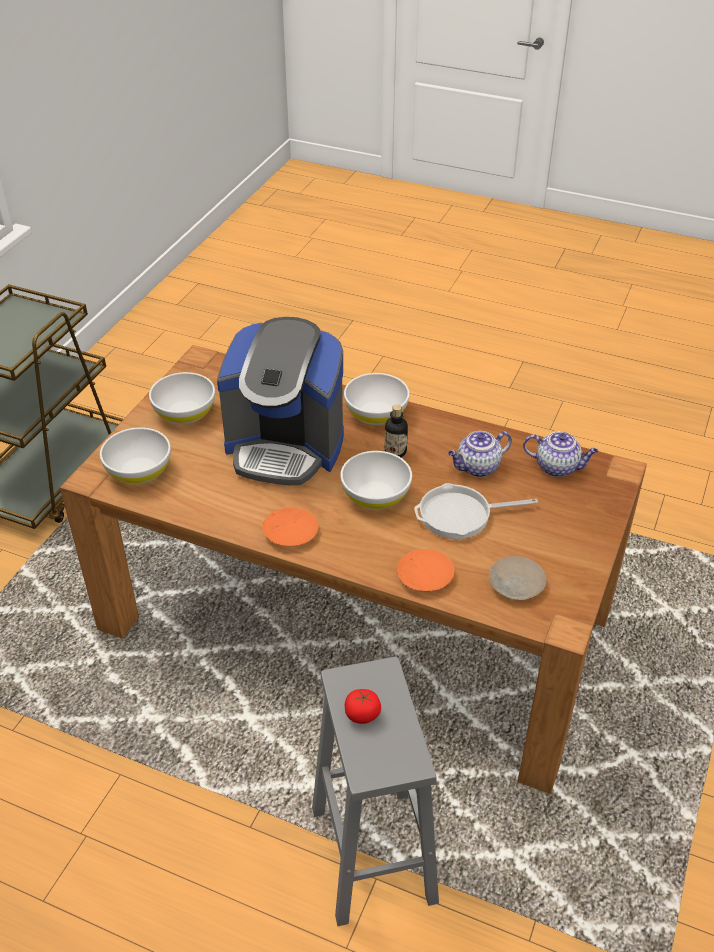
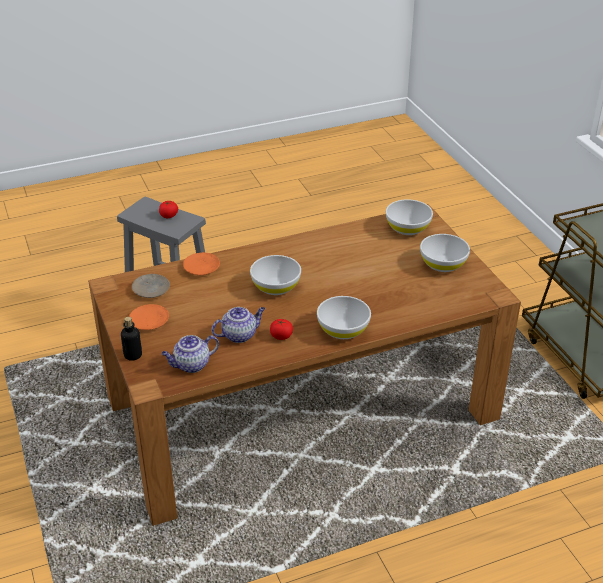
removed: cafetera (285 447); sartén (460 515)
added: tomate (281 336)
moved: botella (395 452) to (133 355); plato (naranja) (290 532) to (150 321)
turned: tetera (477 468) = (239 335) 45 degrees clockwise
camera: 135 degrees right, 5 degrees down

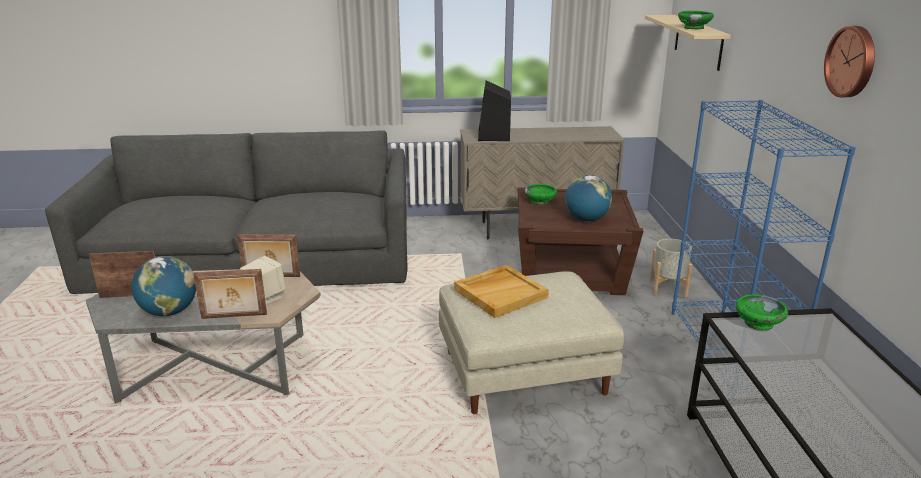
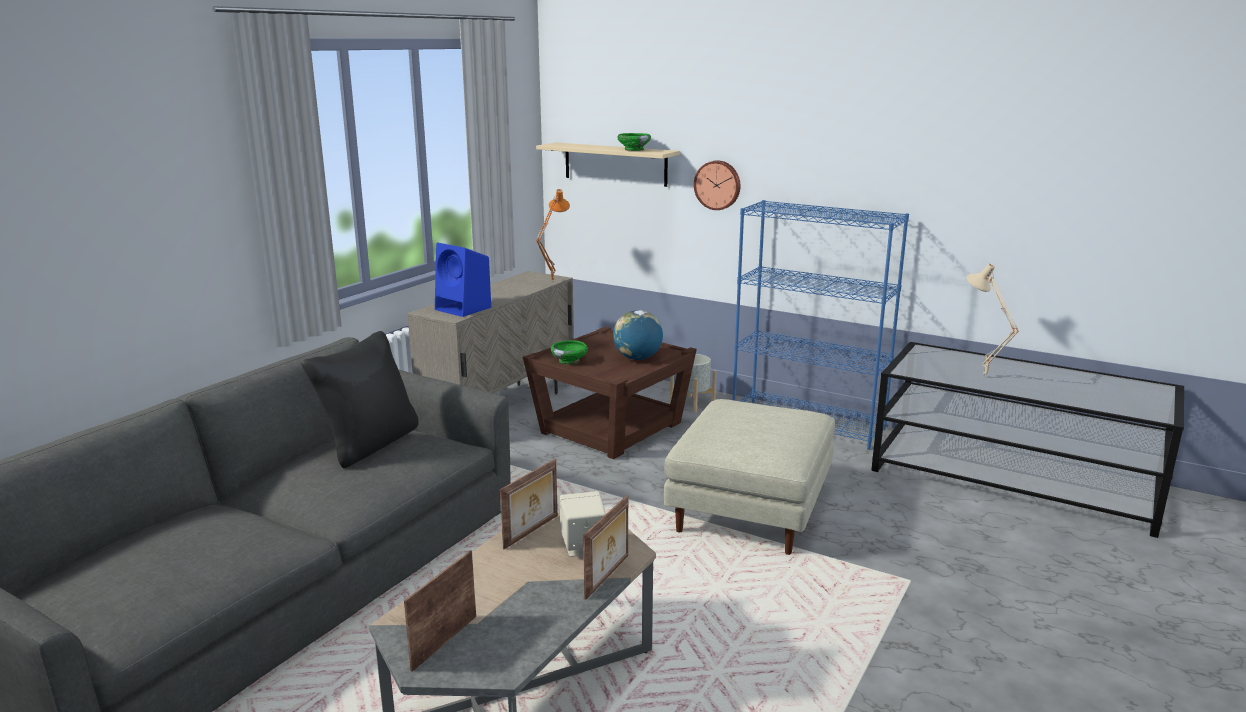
removed: globo terráqueo (169 312); bandeja (beis) (500 293); cuenco (verde) (758 323)
added: cojín (negro) (369 444); lámpara de mesa (naranja) (551 281); lámpara de mesa (beis) (982 377)
moved: reloj de pared (852 62) to (718 185)
recoloured: altavoz (negro) (494 137) to altavoz (azul) (464 309)
camera: 55 degrees left, 5 degrees down

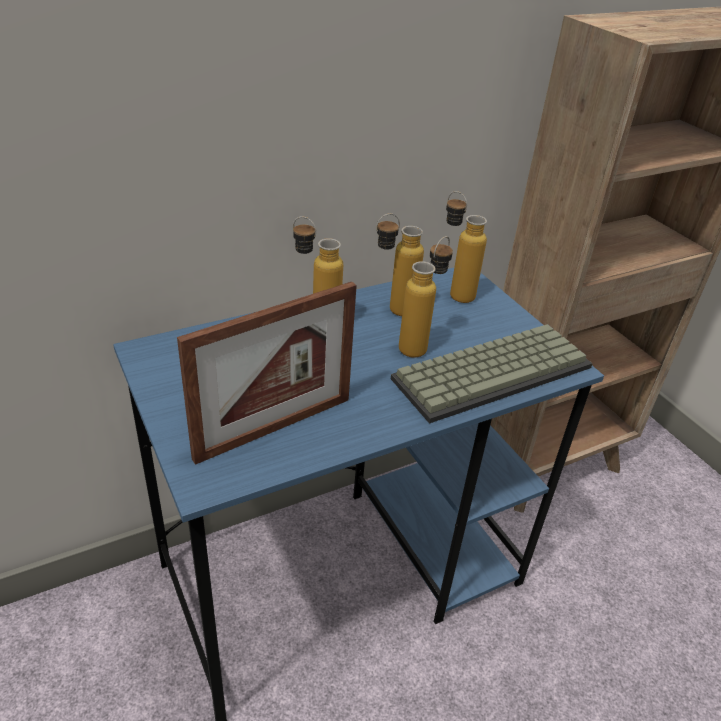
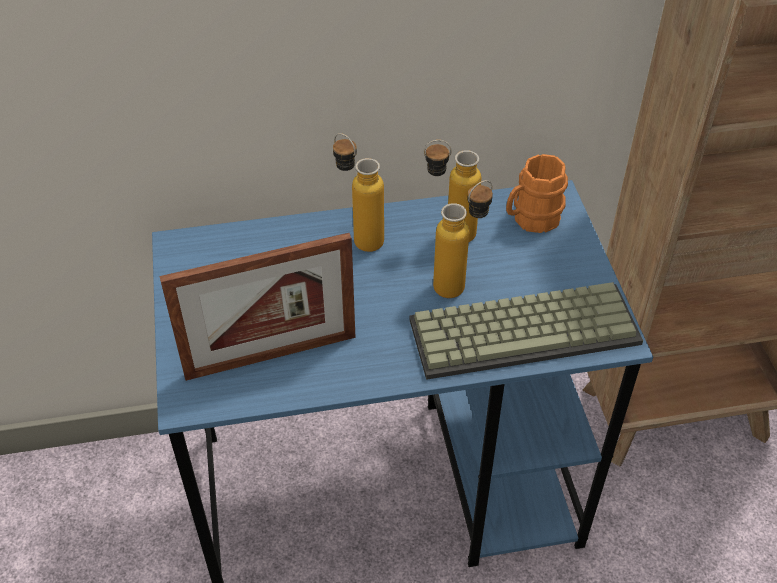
replaced: botella (453 292) to taza grande (naranja) (531 219)
camera: 20 degrees right, 10 degrees up

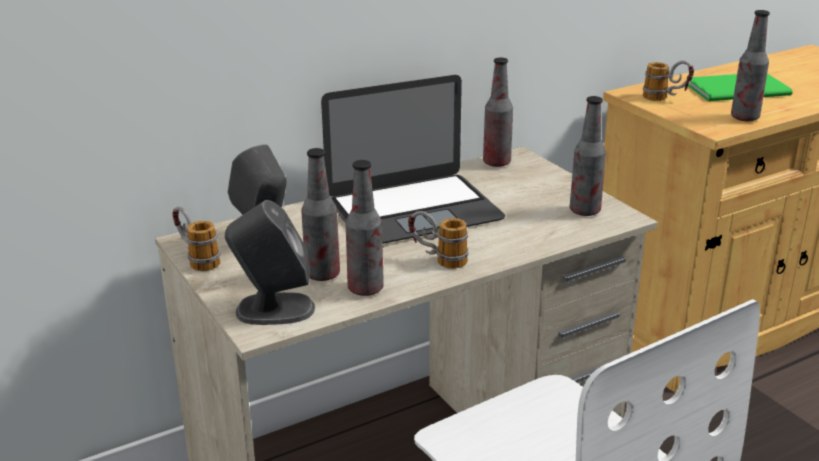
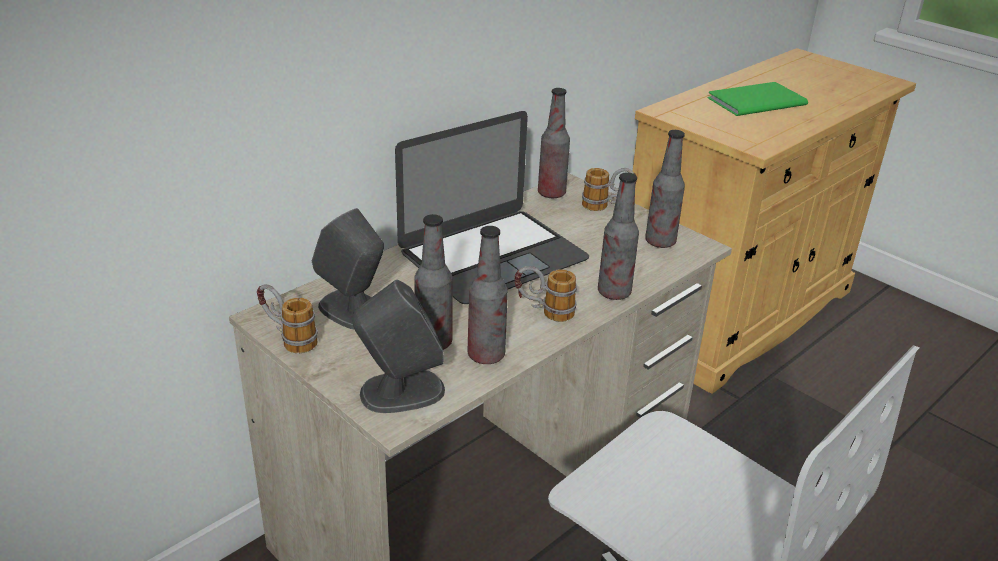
moved: taza grande (665 98) to (606 207); botella (744 117) to (614 293)
camera: 15 degrees left, 5 degrees up

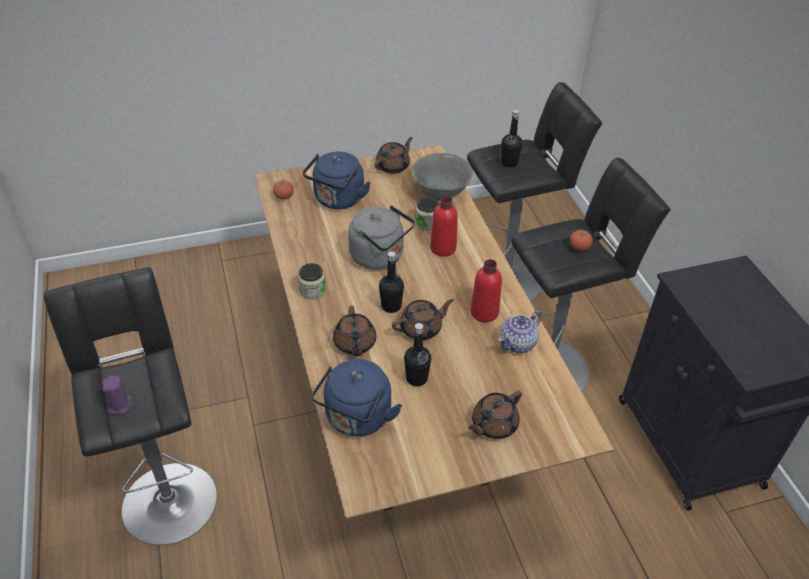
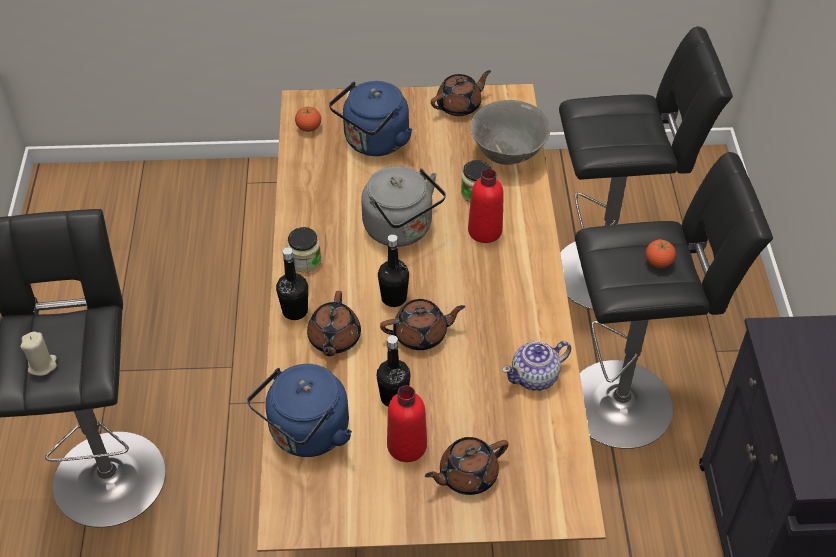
moved: botella (negro) (509 163) to (295 311); botella (rojo) (484 312) to (407 446)
recoloured: vela (morado) (120 405) to vela (beis) (42 365)
camera: 15 degrees right, 5 degrees up

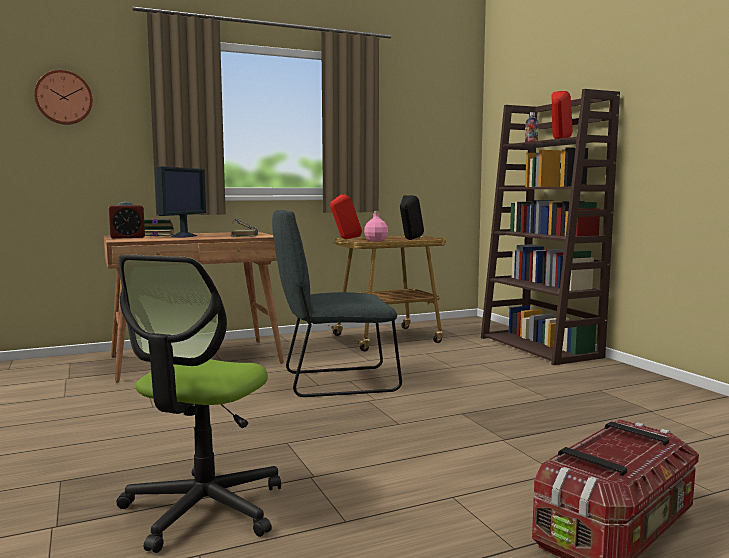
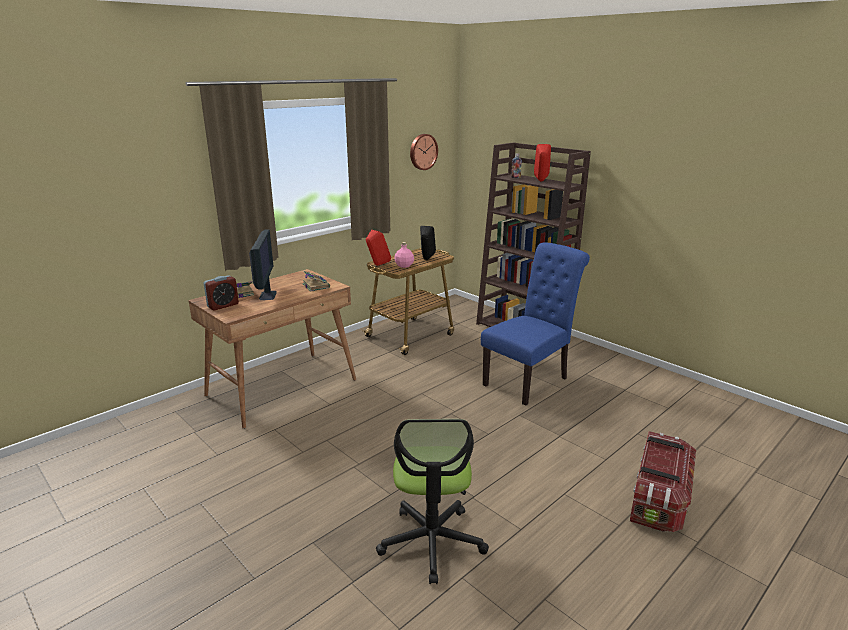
removed: silla (gris) (335 382)
added: silla (azul) (529 380)
moved: reloj de pared (64 98) to (422 151)
camera: 20 degrees left, 15 degrees up

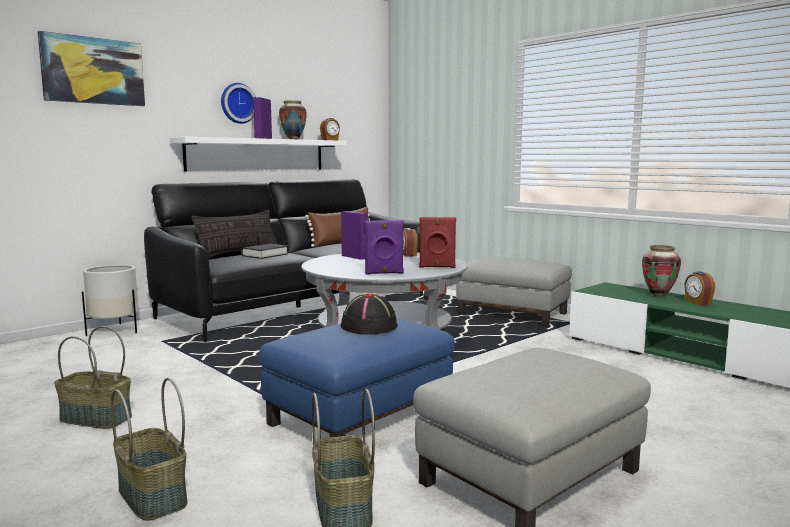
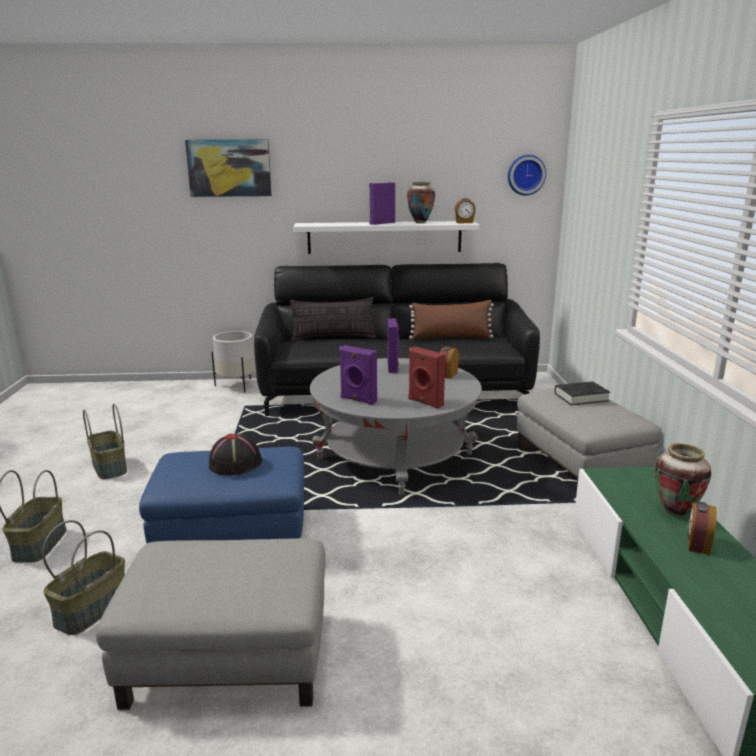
moved: reloj de pared (237 103) to (525 175); libro (negro) (265 255) to (581 397)
camera: 40 degrees right, 10 degrees up

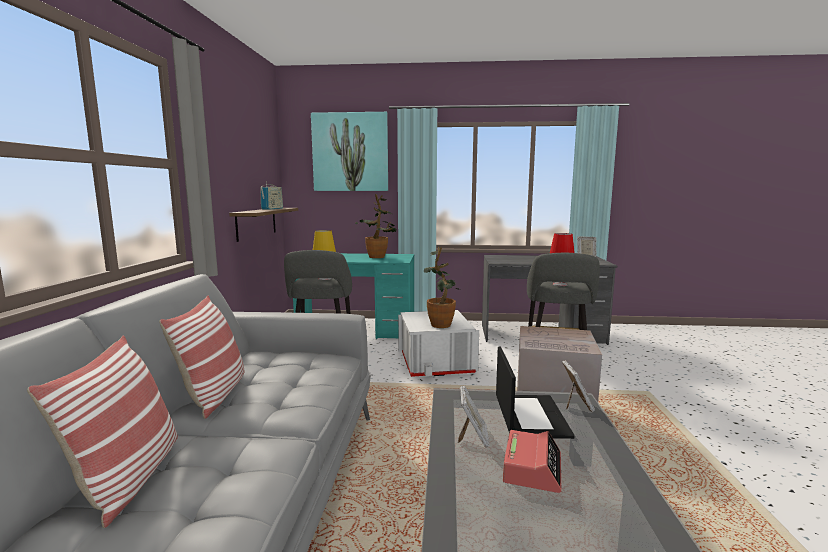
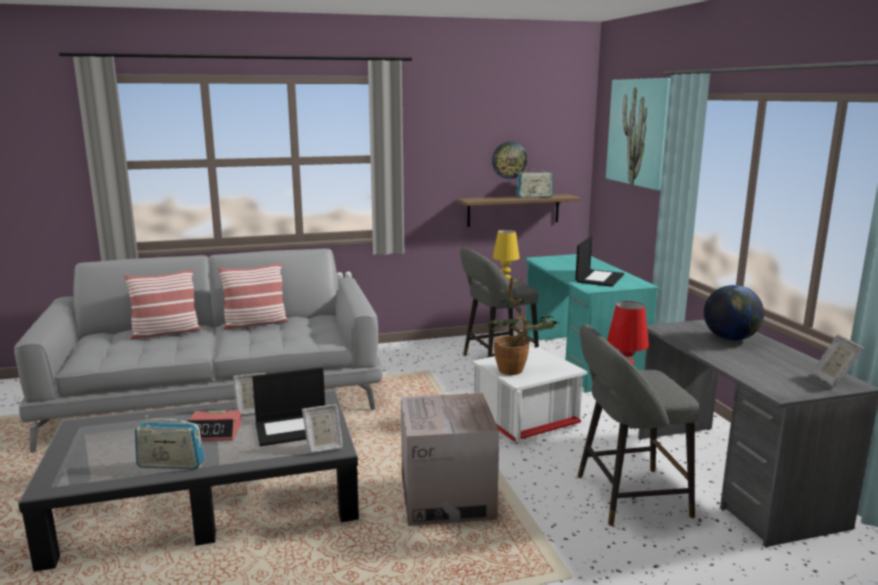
added: radio (171 464); reloj de pared (509 160); globo terráqueo (730 338)
replaced: planta en maceta (378 257) to portátil (599 278)
camera: 70 degrees right, 5 degrees up

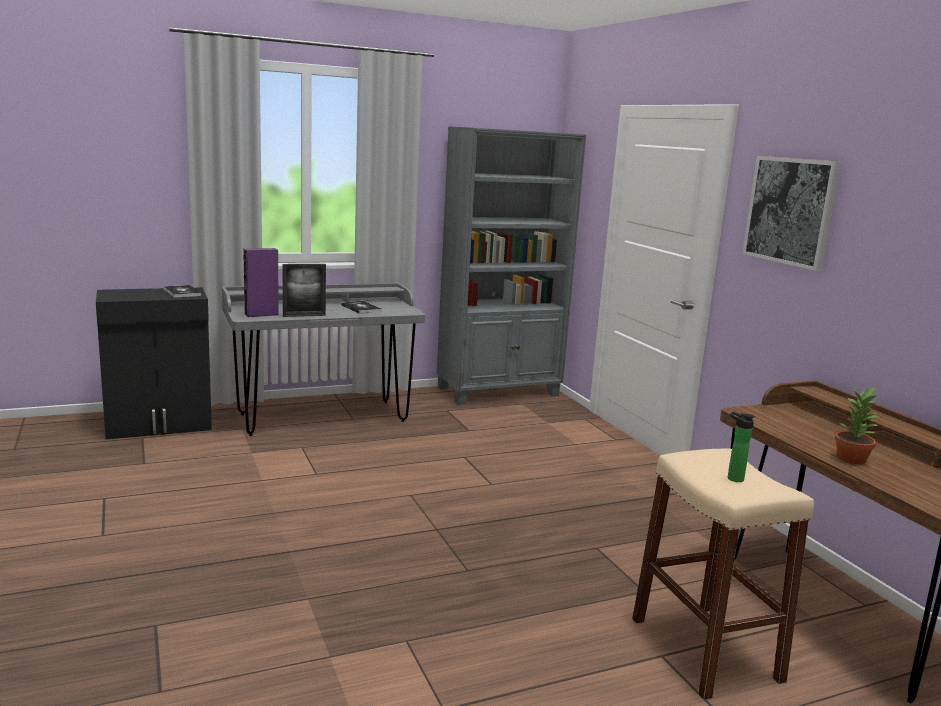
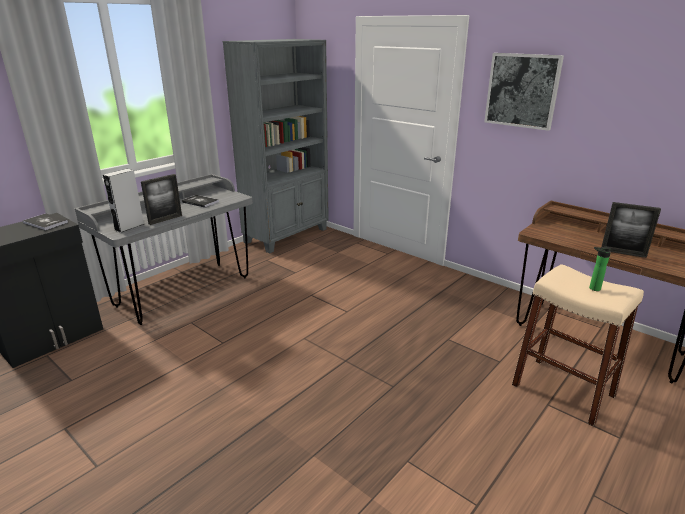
replaced: planta en maceta (852 459) to portarretratos (623 253)
recoloured: altavoz (morado) (261 314) to altavoz (gris) (129 227)
camera: 25 degrees left, 10 degrees up

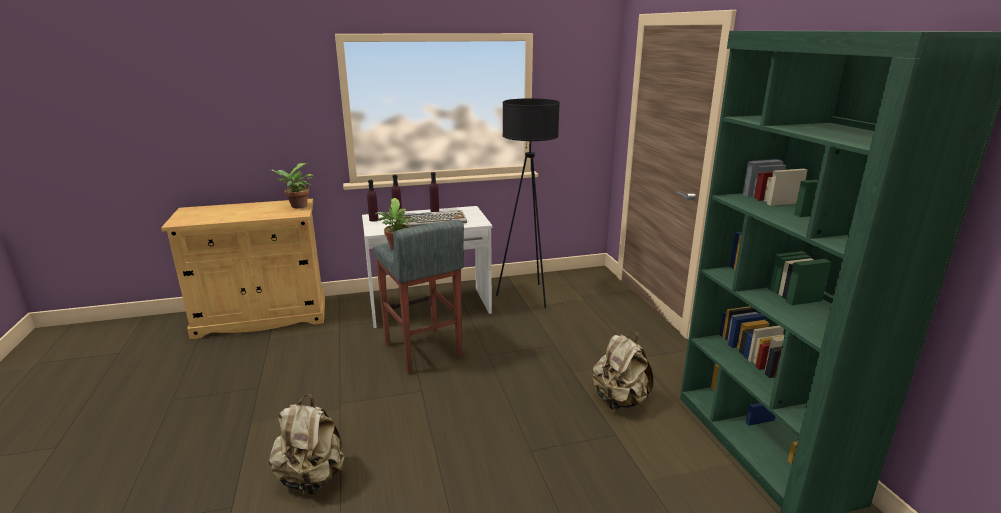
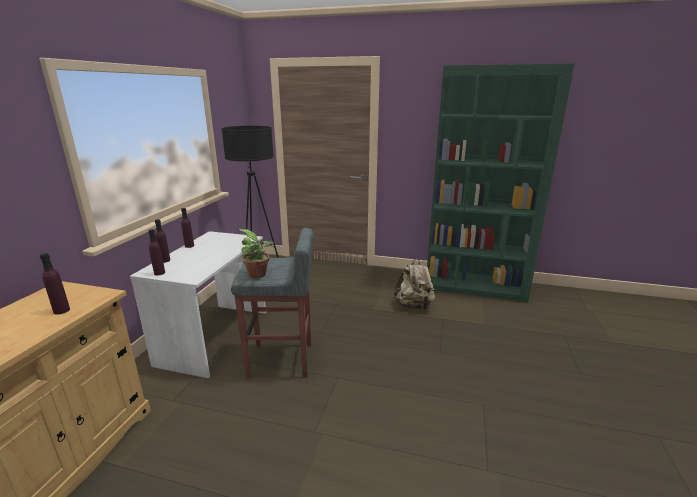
removed: planta en maceta (297 206); mochila (beis) (312 478); teclado (433 220)
added: botella (morado) (61 310)
camera: 60 degrees left, 0 degrees up

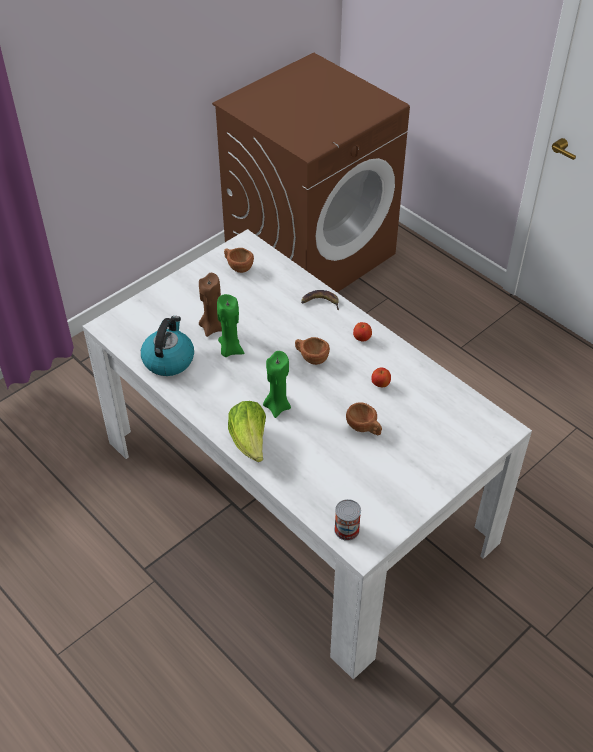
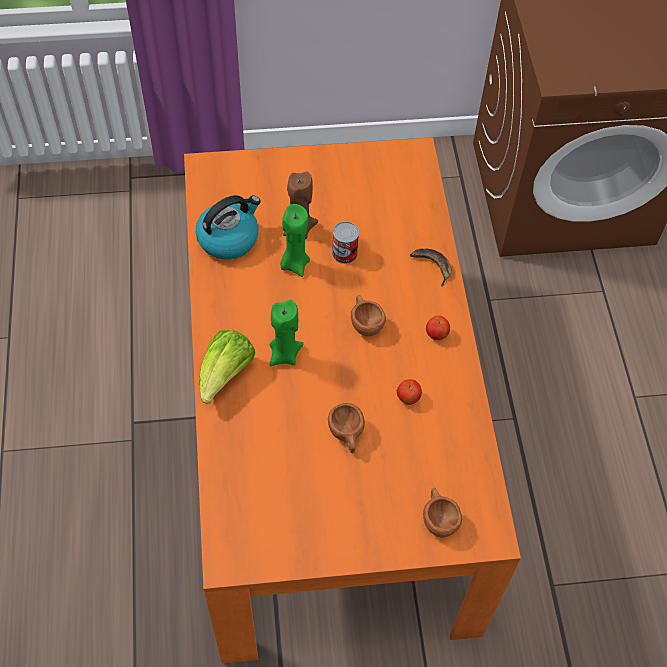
moved: lata (346 529) to (344 253); taza (marrón) (238 267) to (438 518)
recoloured: mesa de comedor (blanco) (297 491) to mesa de comedor (naranja) (329 441)
camera: 35 degrees right, 10 degrees up

